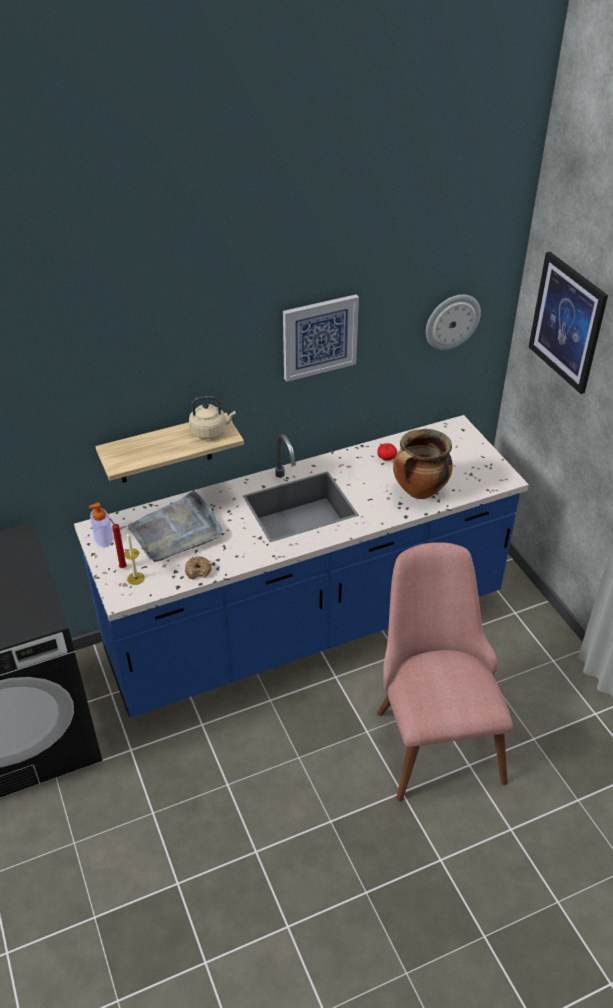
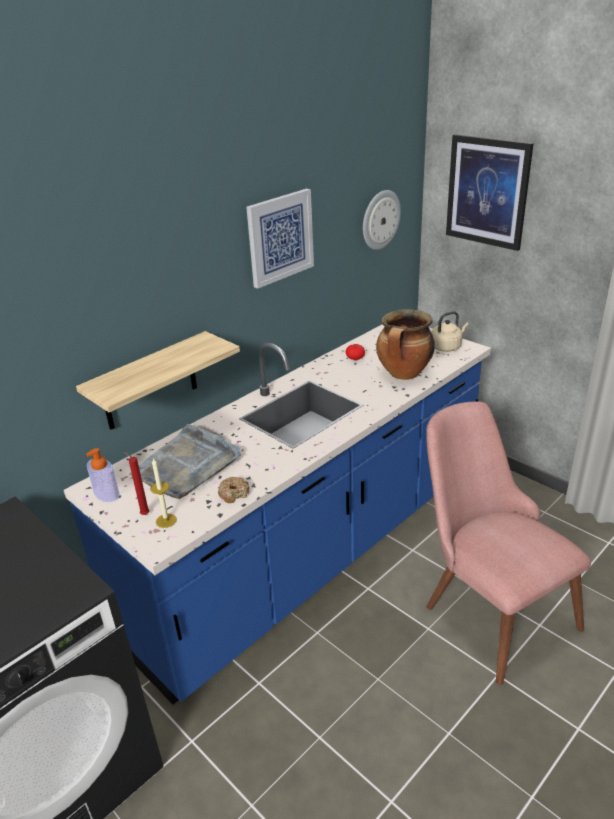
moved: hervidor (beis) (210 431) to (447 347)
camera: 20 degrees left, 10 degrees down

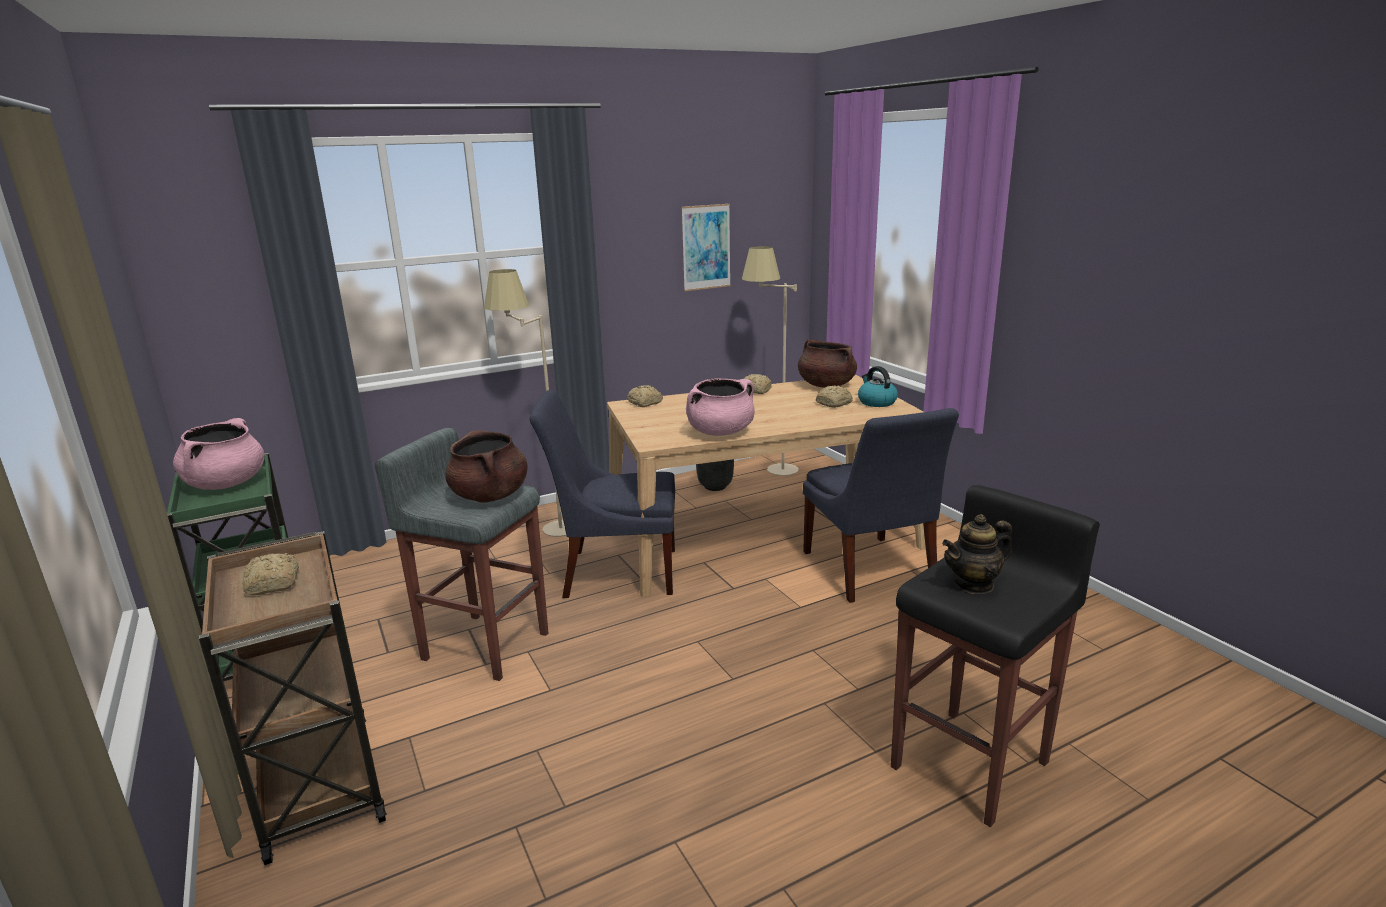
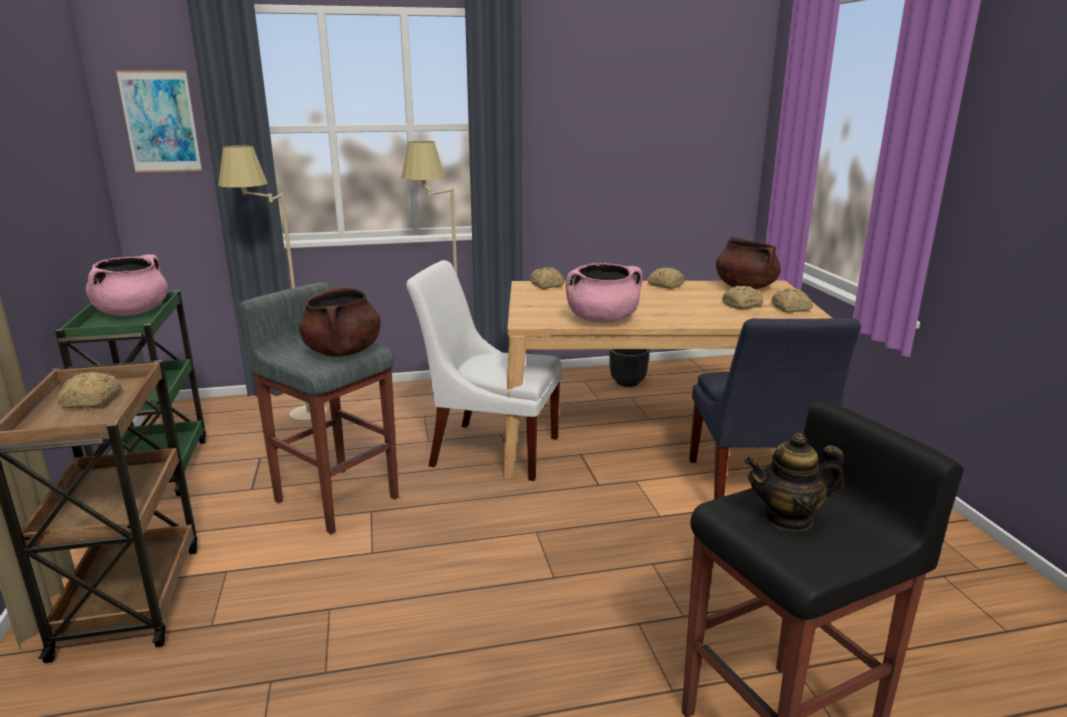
moved: cuadro (706 247) to (160 122); lámpara de pie (beis) (771 473) to (290 415)
replaced: hervidor (876 402) to pan (790 309)
recoloured: silla (azul) (615 572) to silla (blanco) (489 449)
camera: 15 degrees right, 0 degrees up

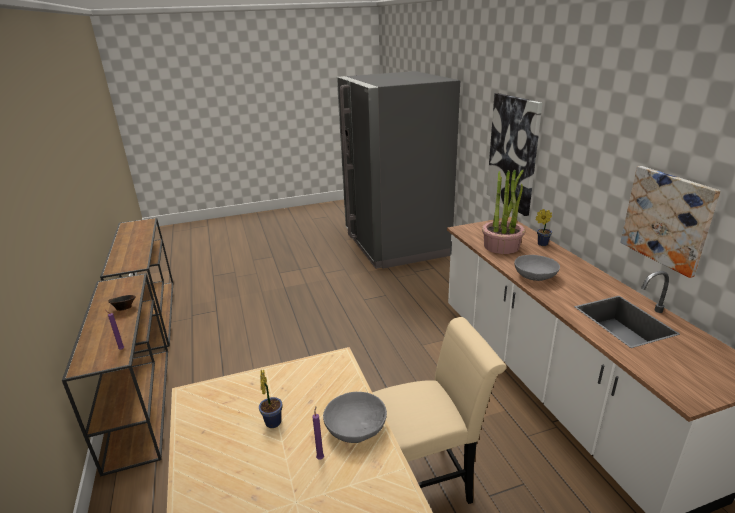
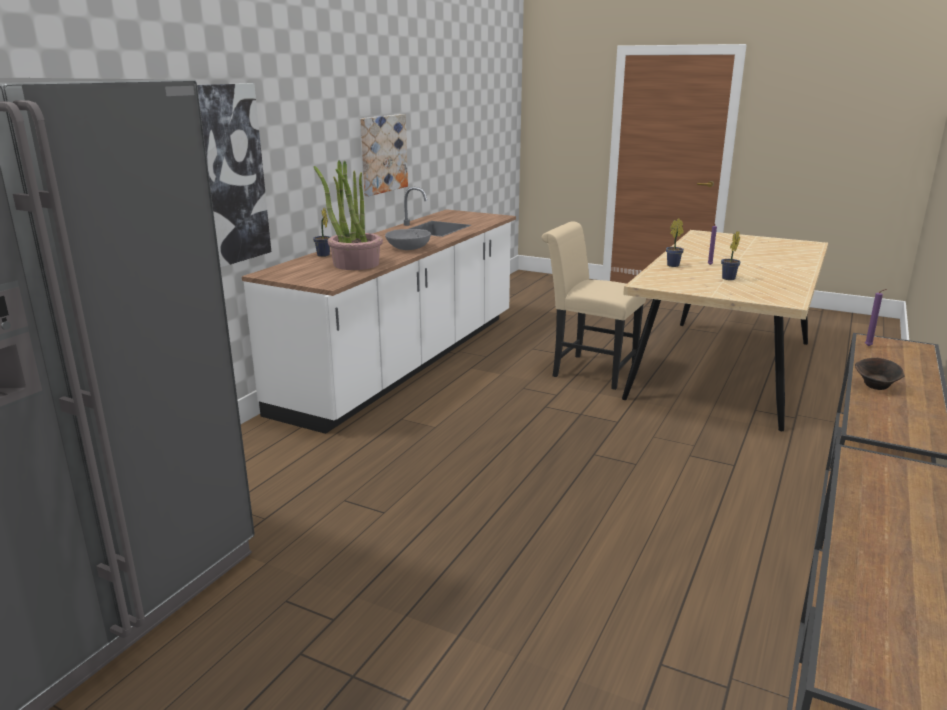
replaced: cuenco (gris) (356 427) to planta en maceta (674 265)
camera: 135 degrees left, 5 degrees down

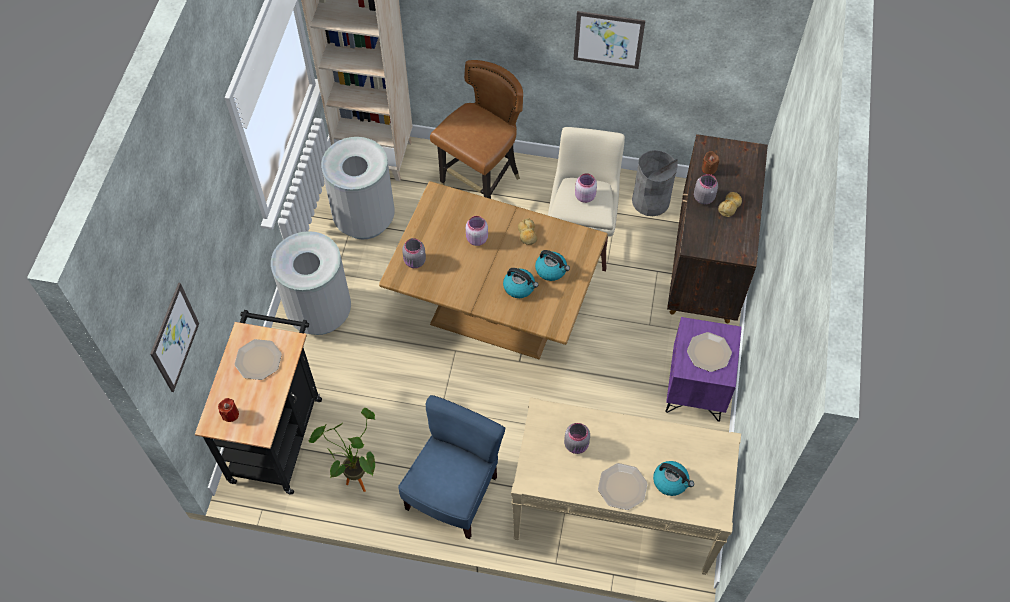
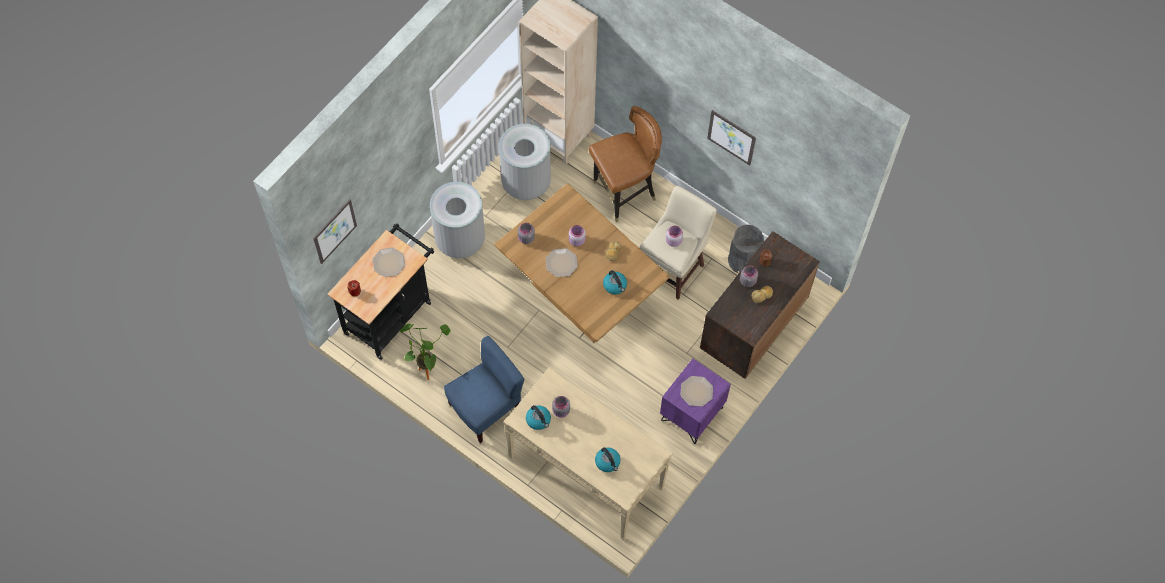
moved: hervidor (519 287) to (538 420); plato (622 487) to (561 263)
camera: 25 degrees right, 5 degrees up

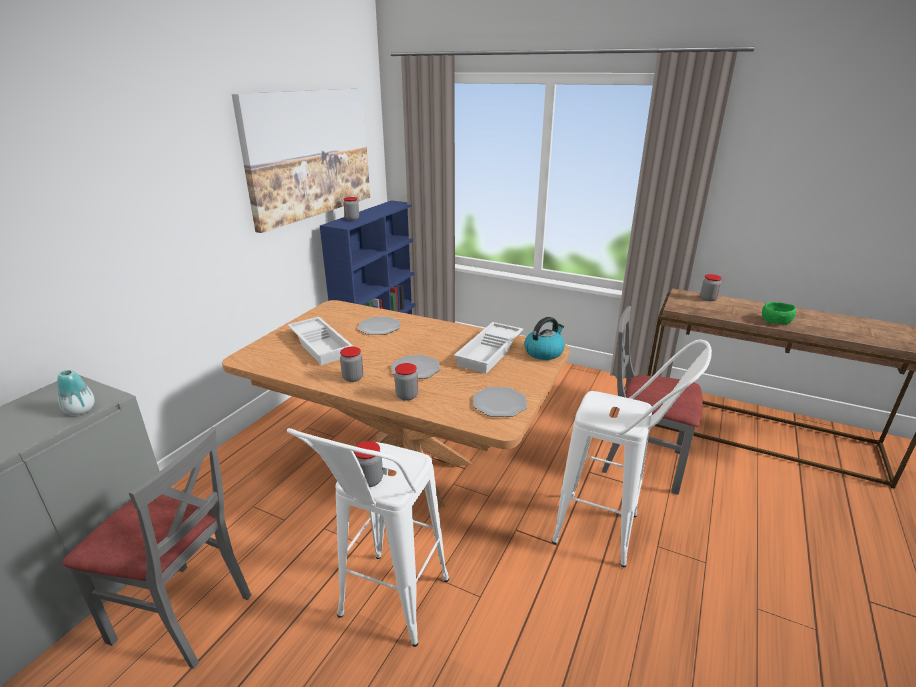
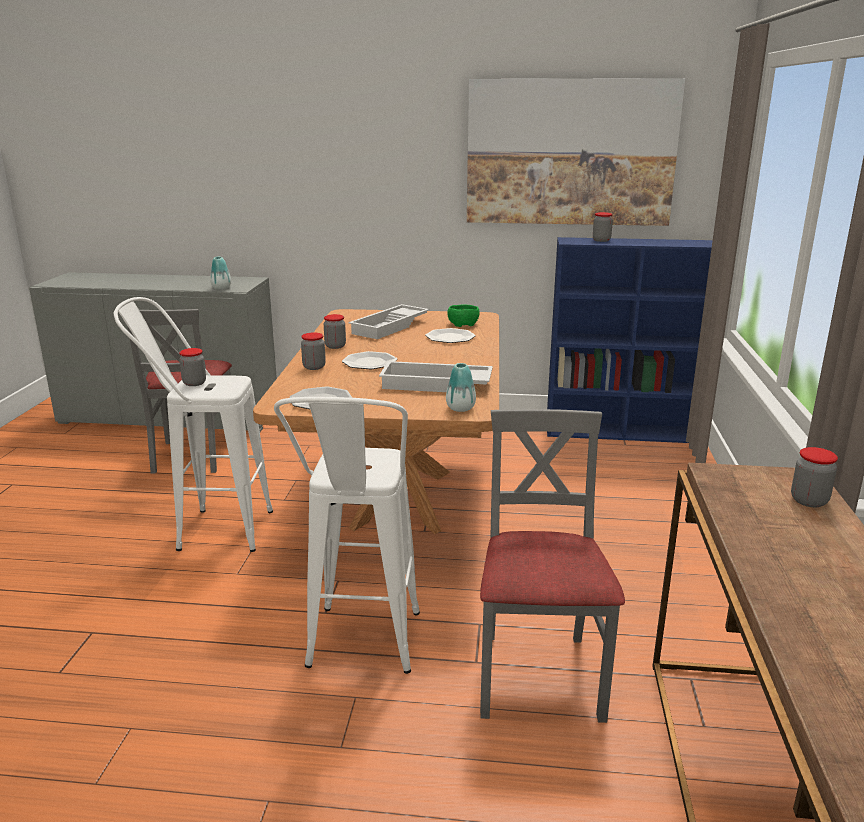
moved: cuenco (verde) (775 321) to (462 324)
replaced: hervidor (544 352) to florero (460 408)
camera: 70 degrees right, 5 degrees down

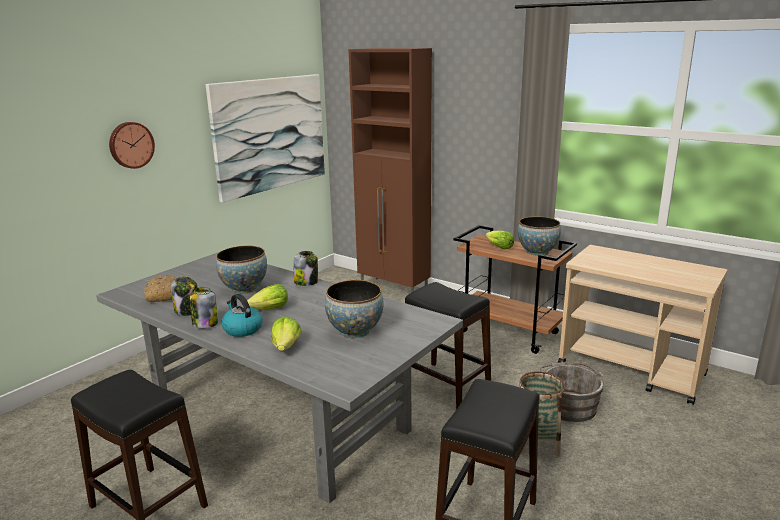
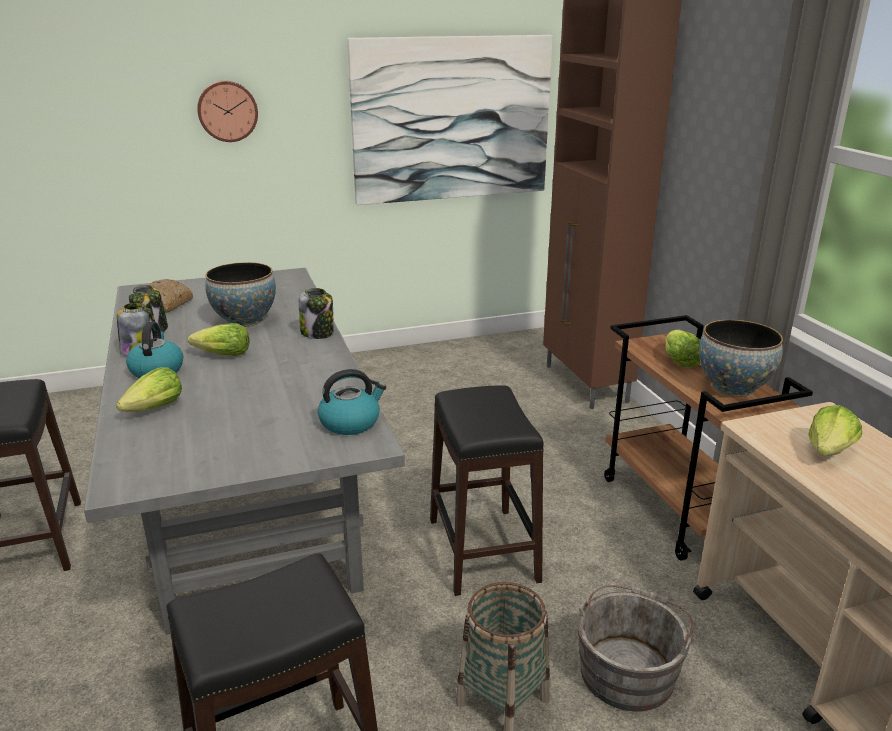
removed: cuenco (355 331)
added: hervidor (351 422); lechuga (829 451)
camera: 35 degrees right, 5 degrees up

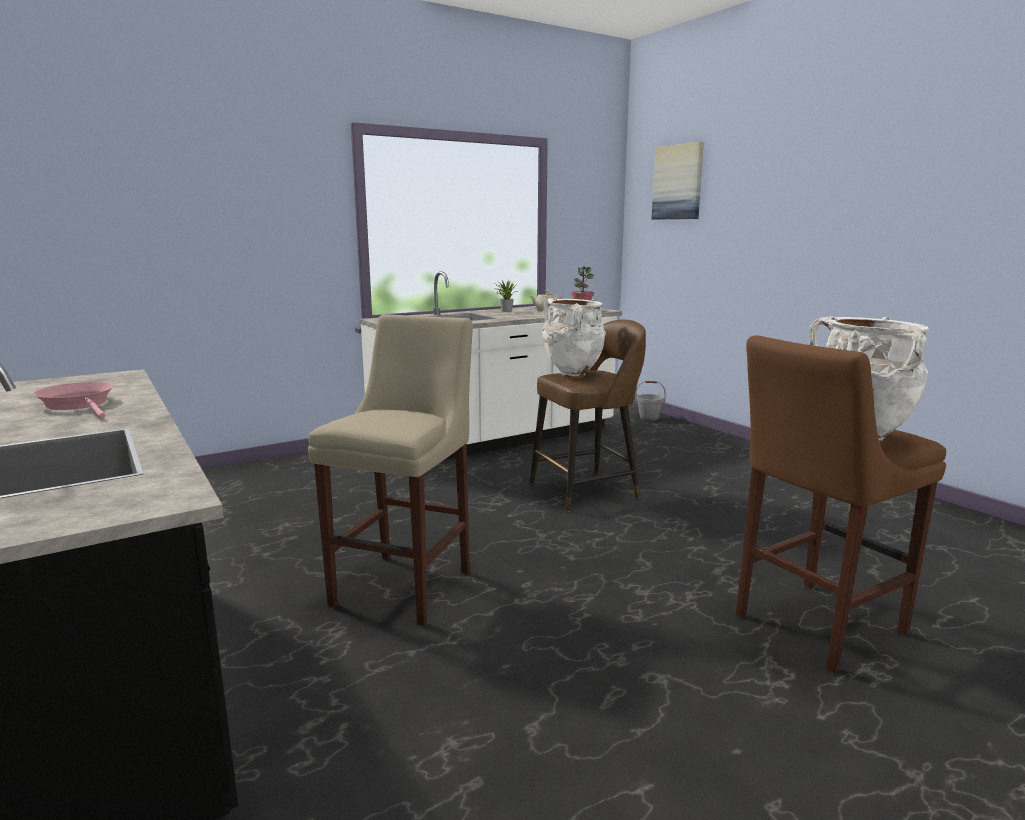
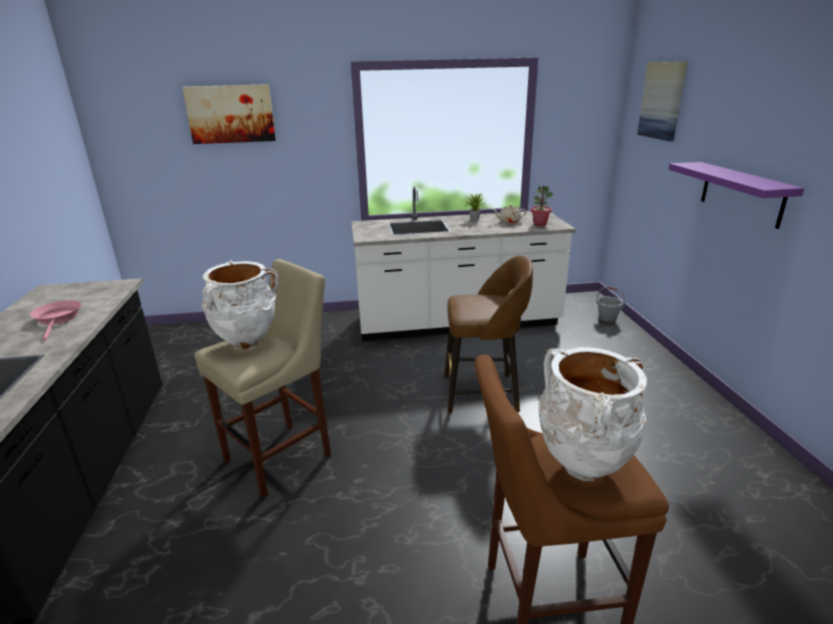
added: cuadro (231 114); estante (morado) (741 193)
moved: florero (blanco) (572 374) to (246 342)
camera: 25 degrees right, 10 degrees up

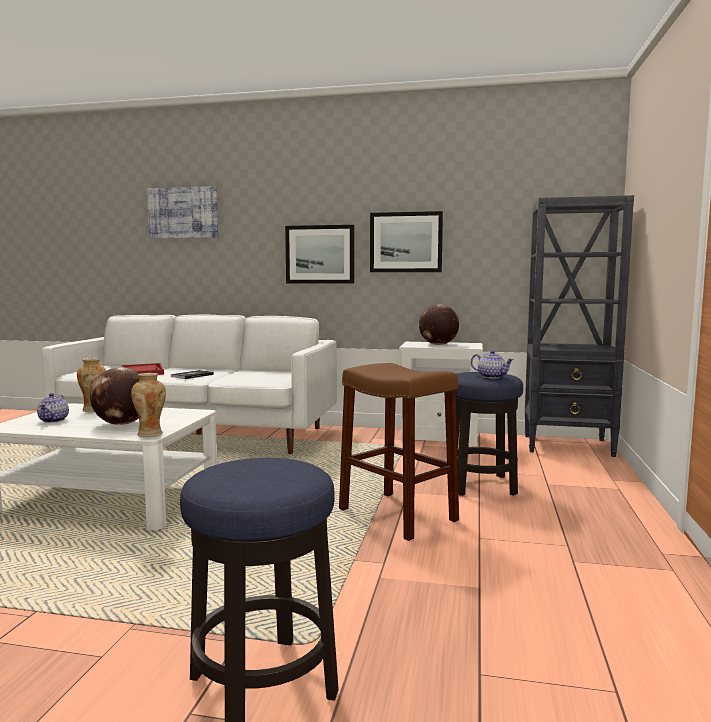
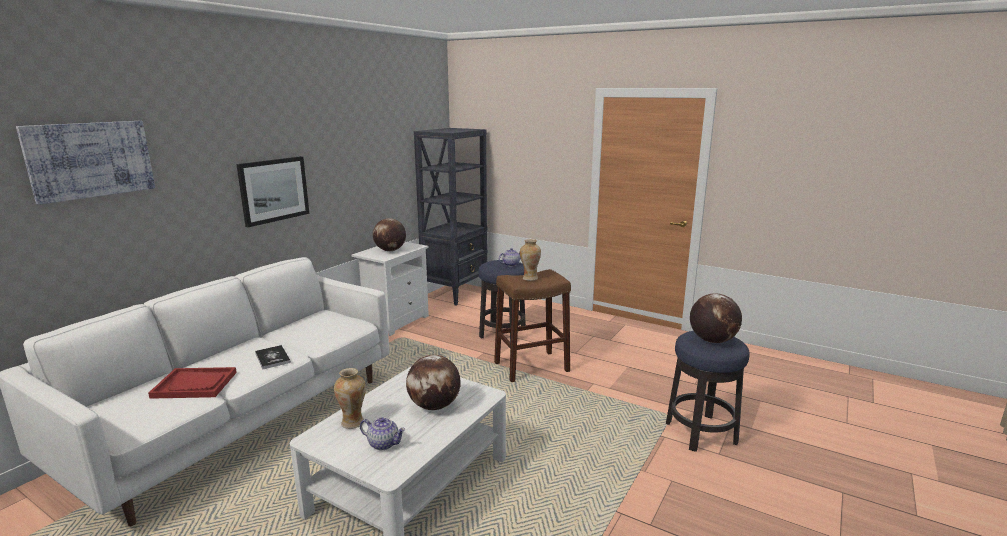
removed: cuadro (406 242)
added: globo terráqueo (712 340)
moved: florero (150 434) to (530 278)
camera: 70 degrees left, 10 degrees up

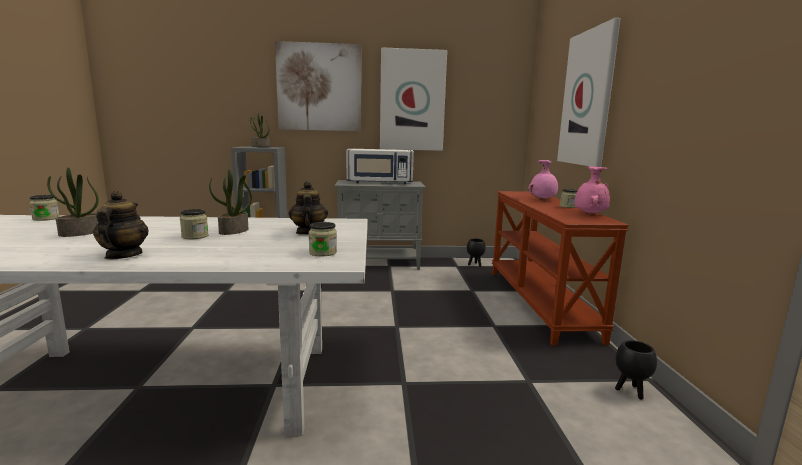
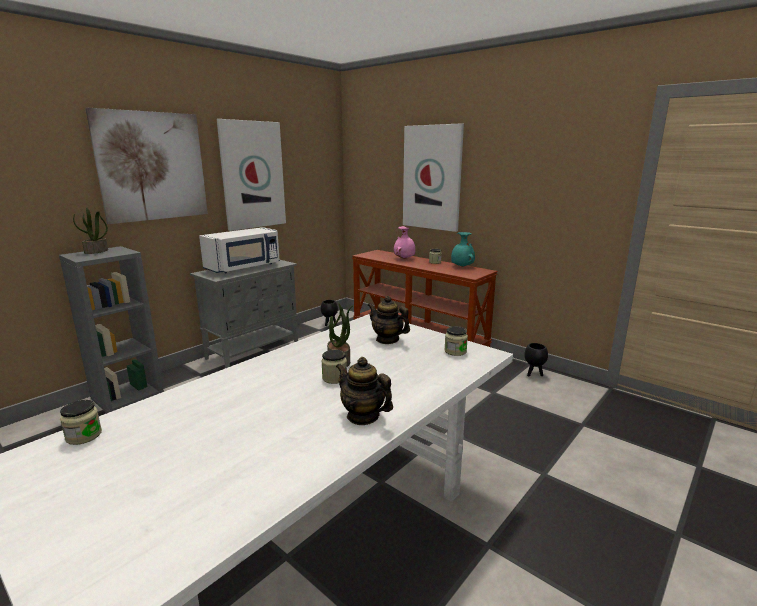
removed: planta en maceta (80 233)
recoloured: florero (rosa) (589 214) to florero (turquesa) (462 266)
camera: 45 degrees left, 5 degrees up

